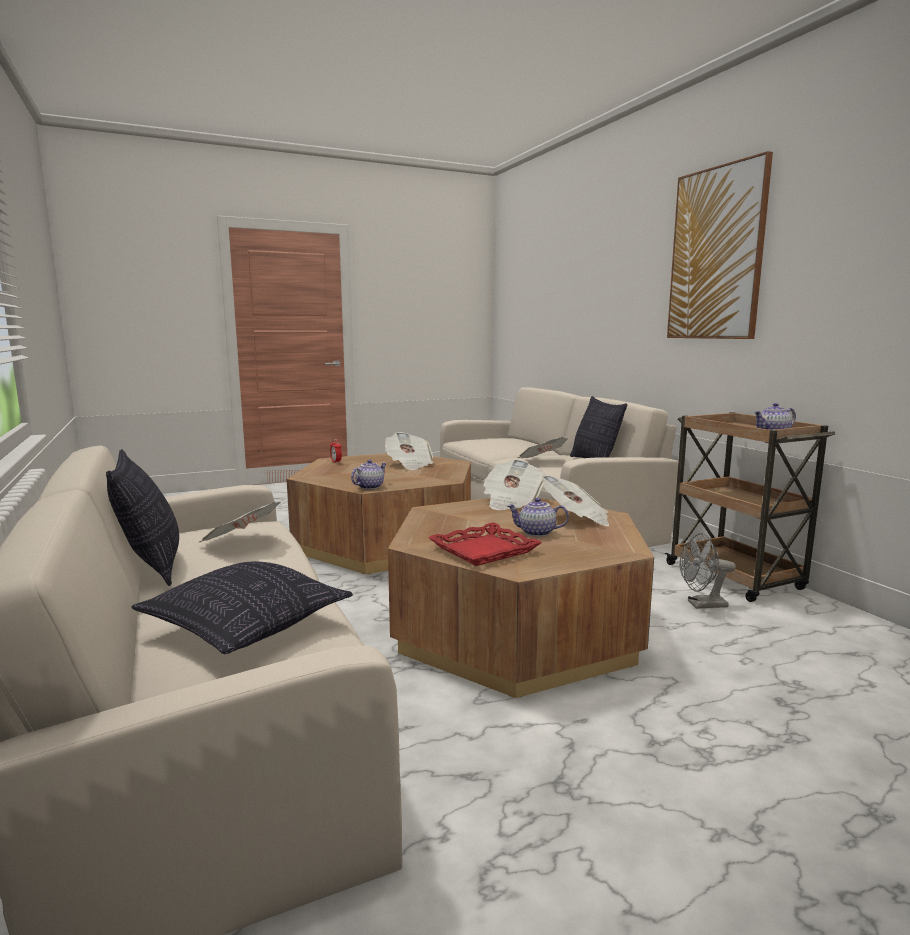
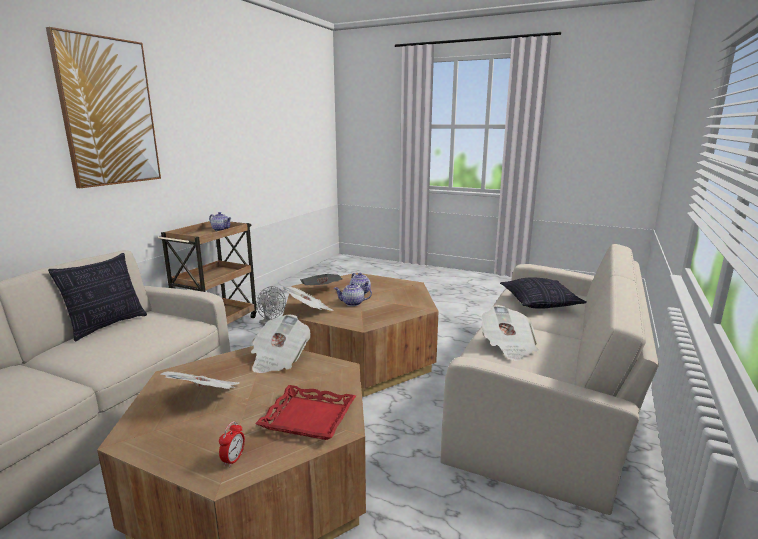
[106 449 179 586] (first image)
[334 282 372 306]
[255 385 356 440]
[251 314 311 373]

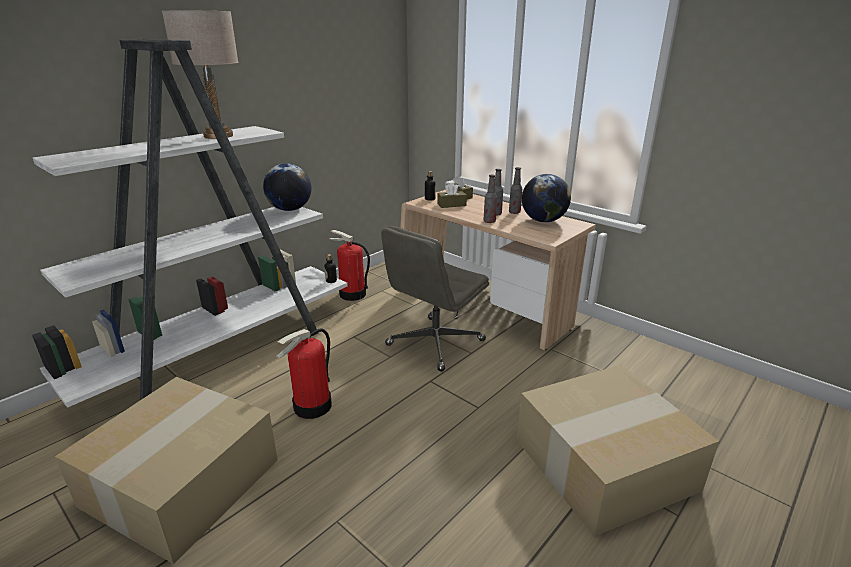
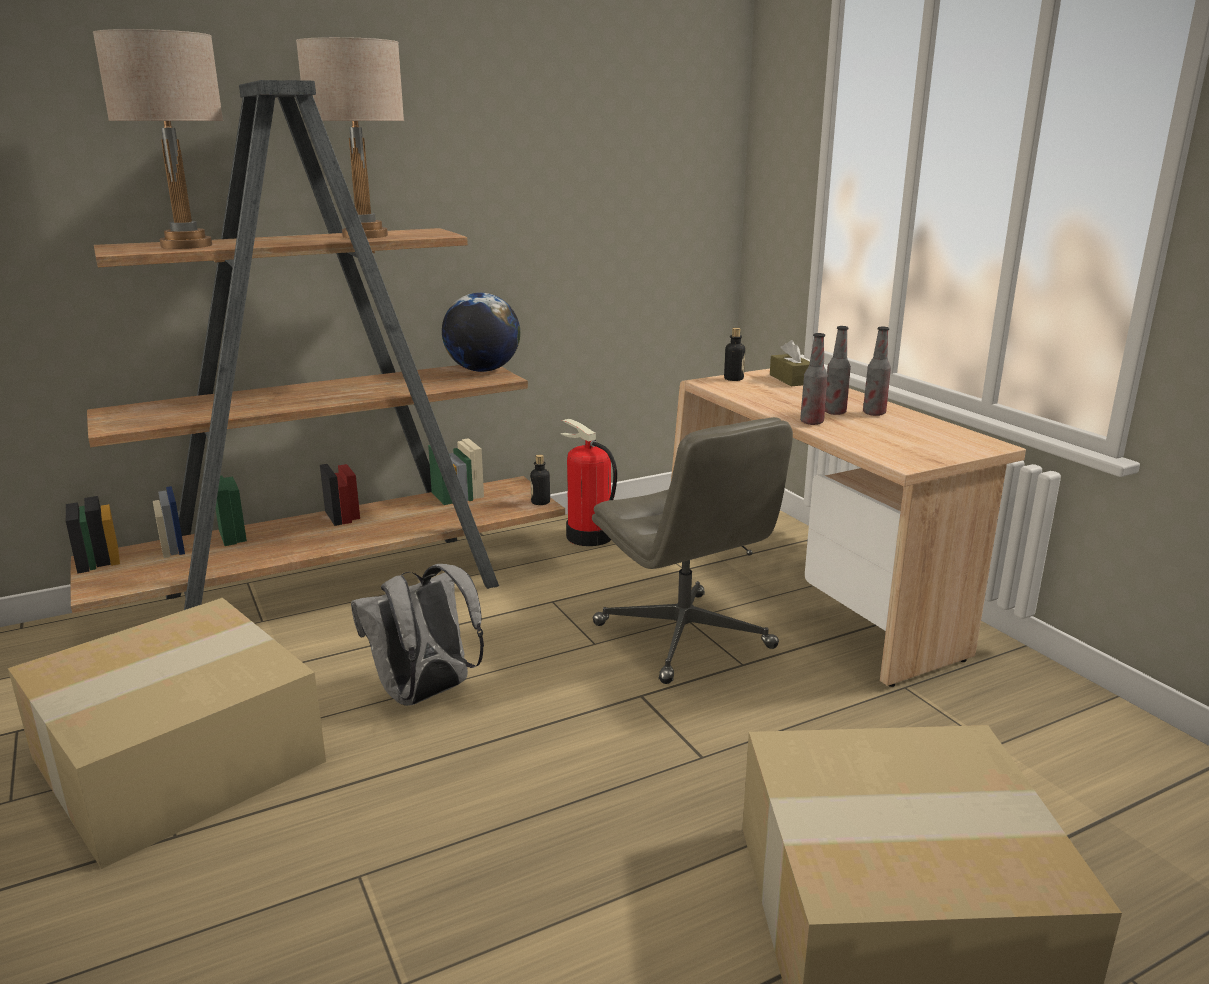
[66 80 565 614]
[351 564 484 706]
[592 417 793 684]
[437 182 467 208] (first image)
[522 174 571 222] (first image)
[93 29 223 249]

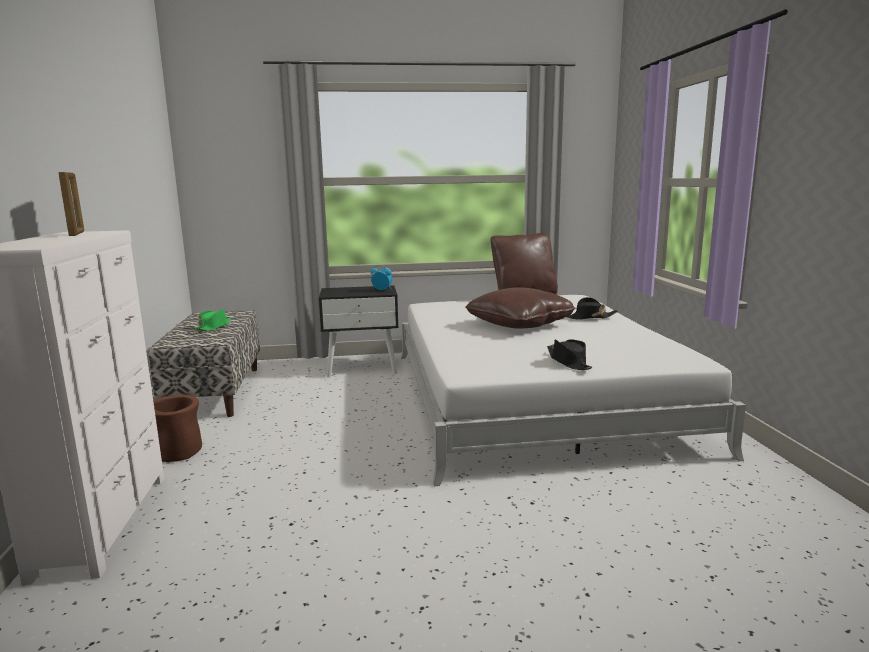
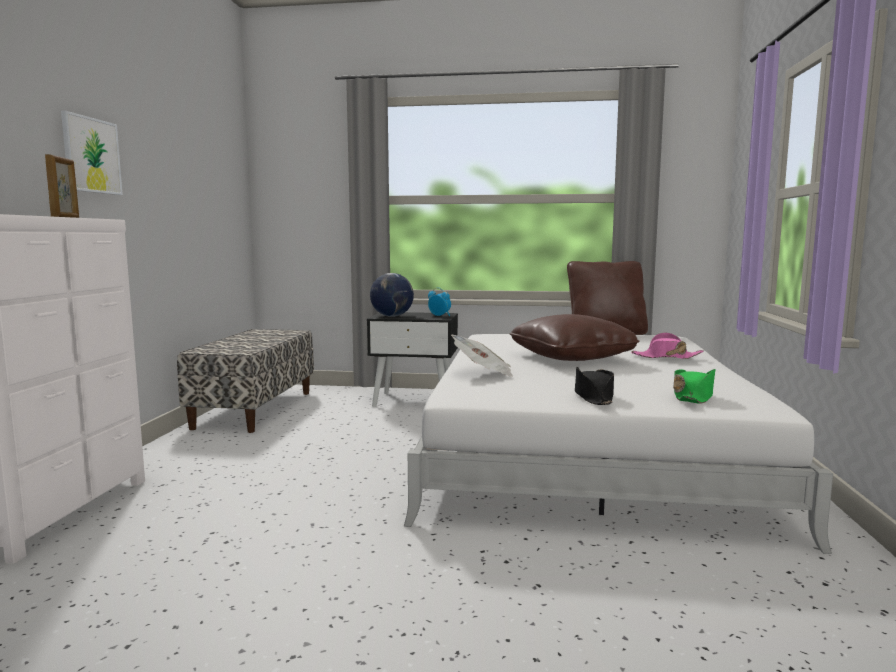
[153 395 202 462] (first image)
[673 369 715 404]
[631 333 704 359]
[61 111 123 195]
[370 273 414 317]
[451 335 513 377]

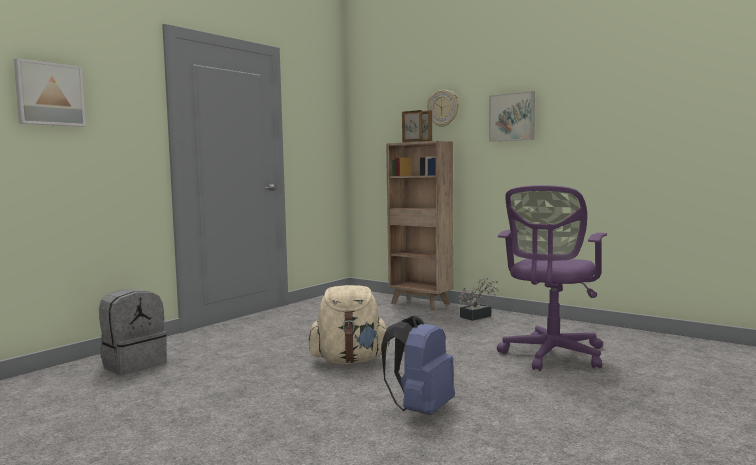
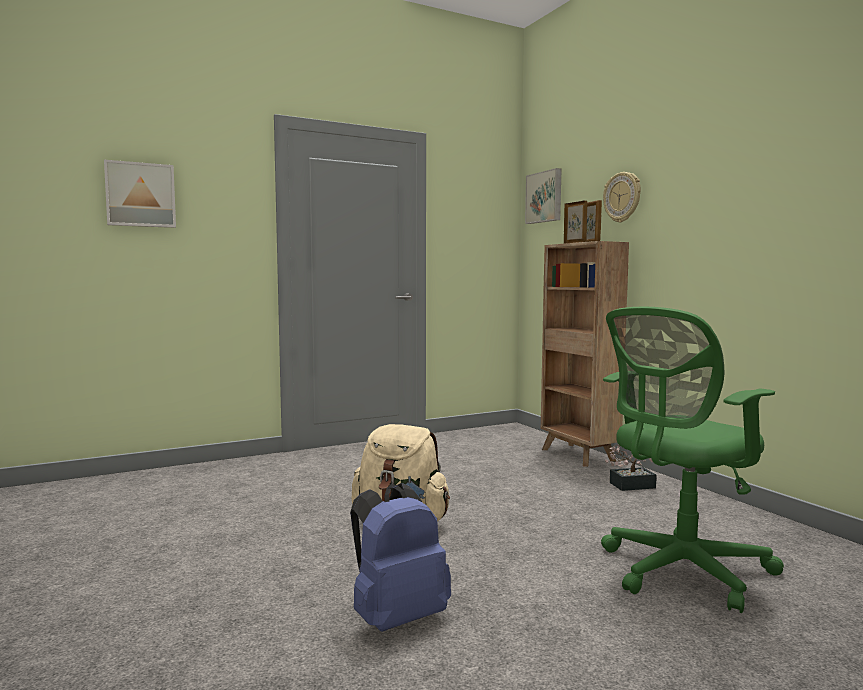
[99 289 167 375] (first image)
[525 168 561 224]
[601 307 784 613]

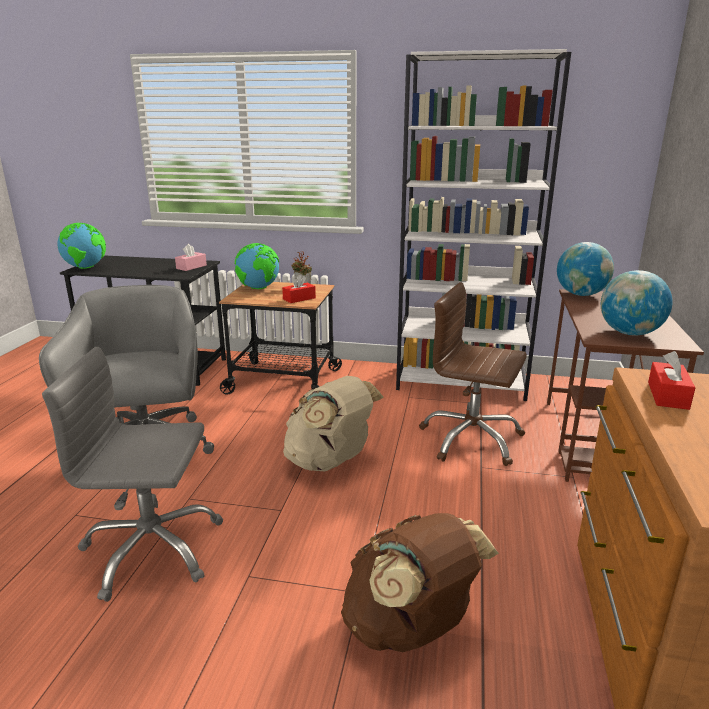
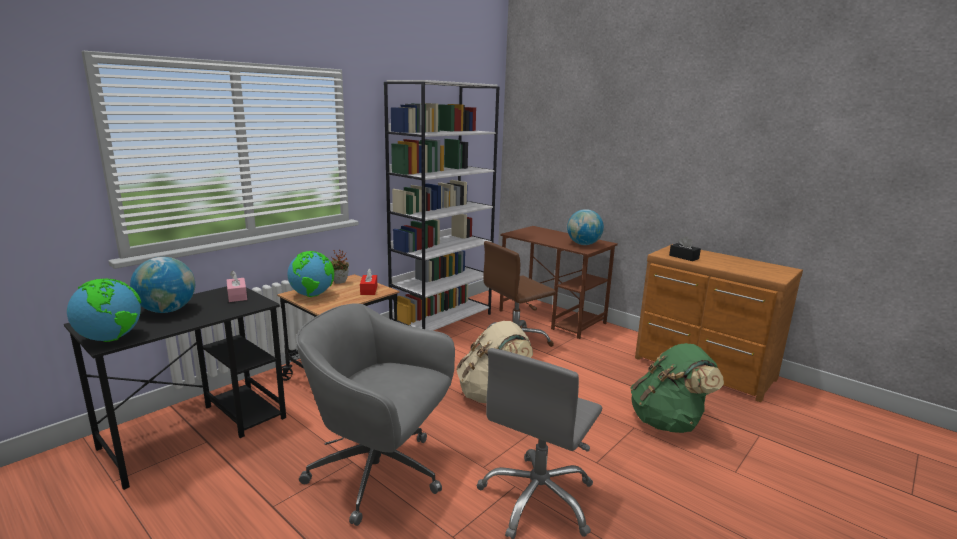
[631 343 724 433]
[130 257 195 313]
[669 236 701 261]

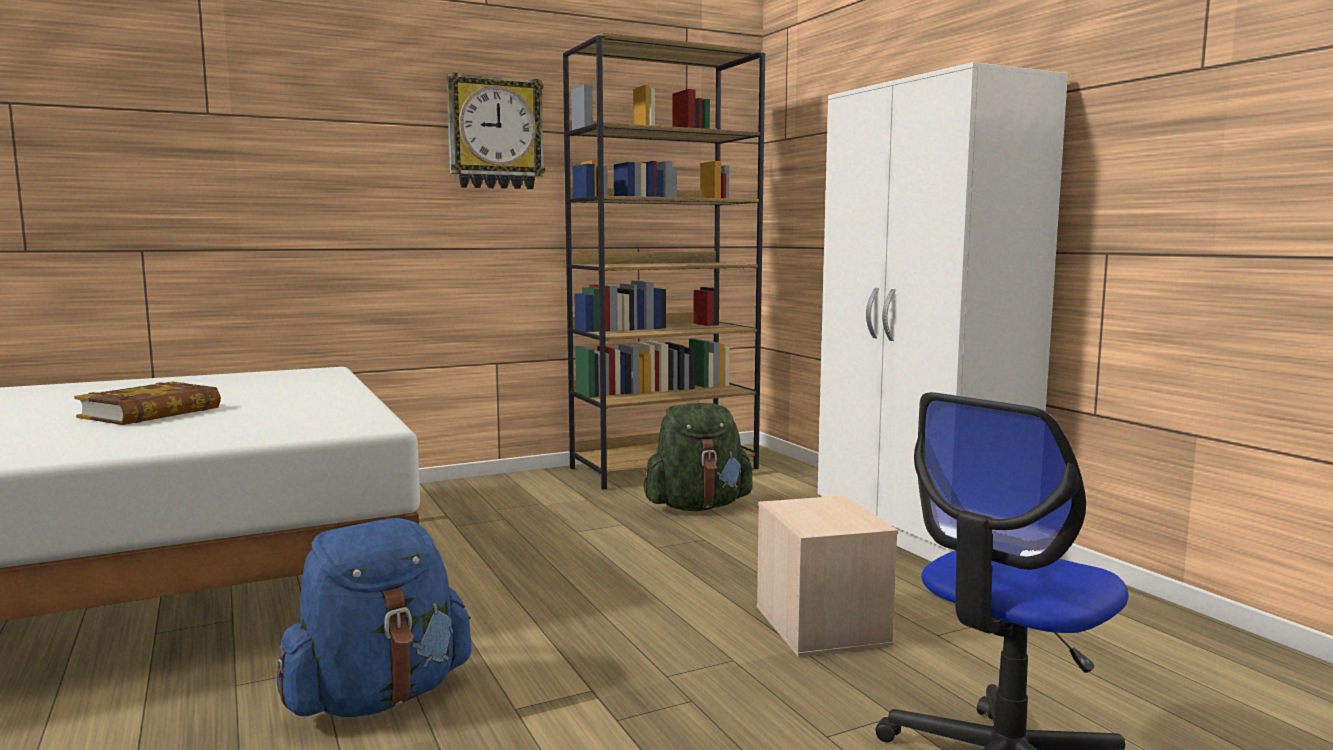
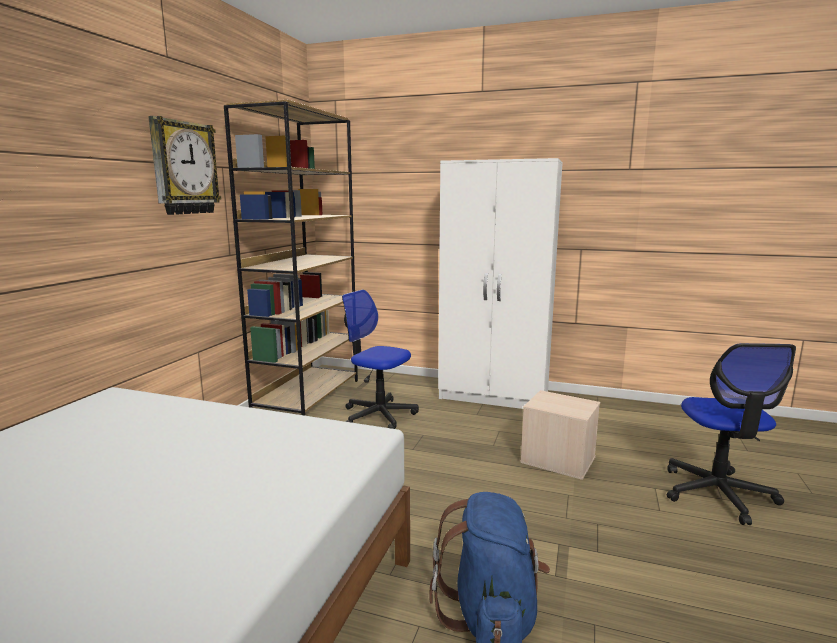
[74 381 221 425] (first image)
[342 290 419 429]

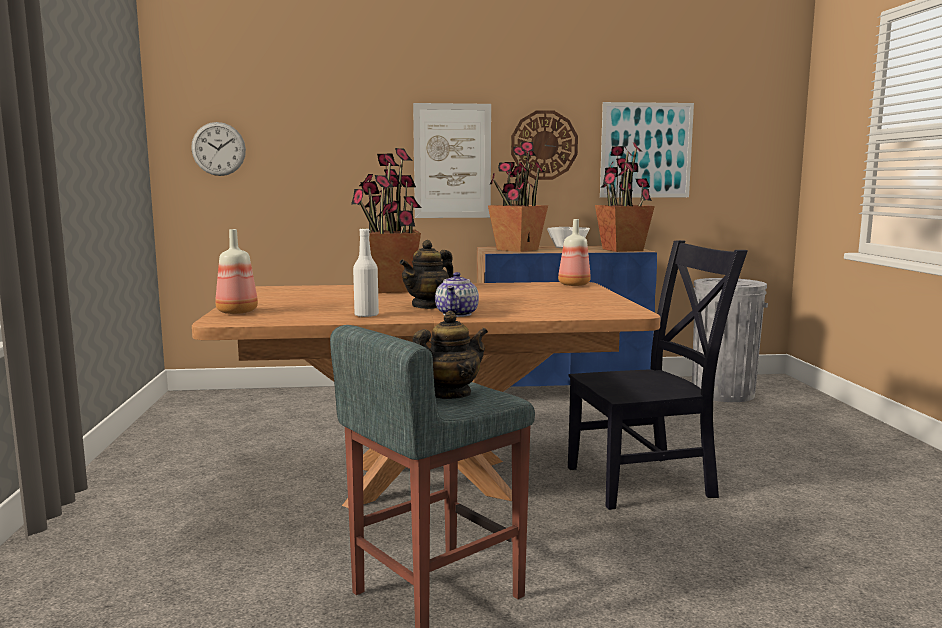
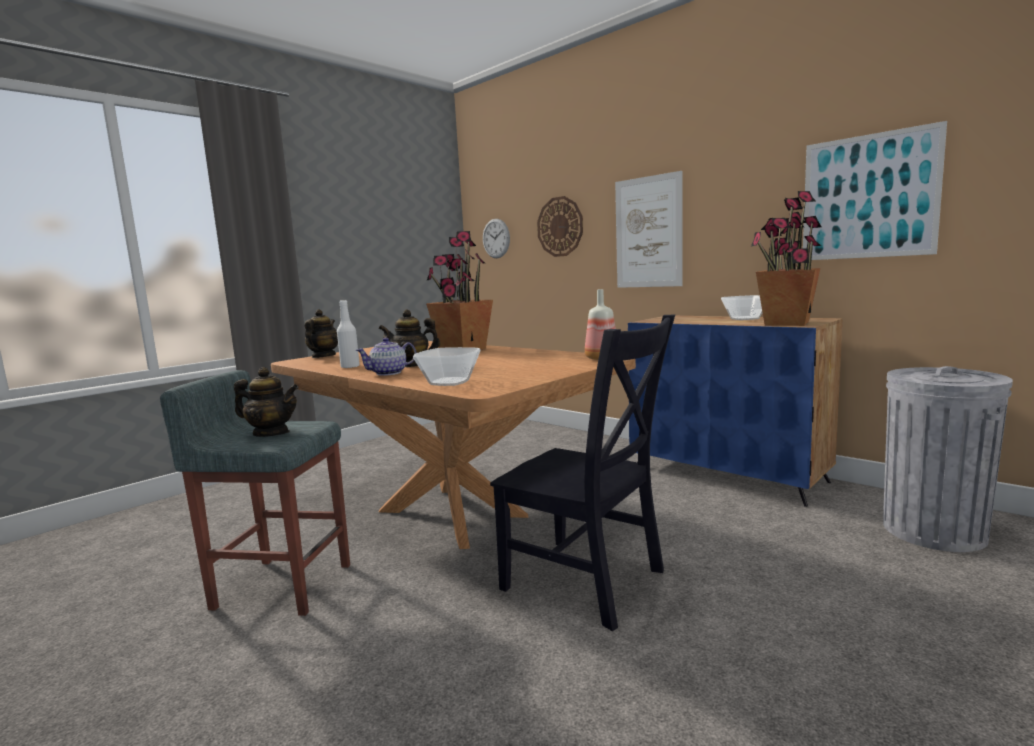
[305 309 338 358]
[488 142 548 252] (first image)
[537 196 583 257]
[413 347 481 386]

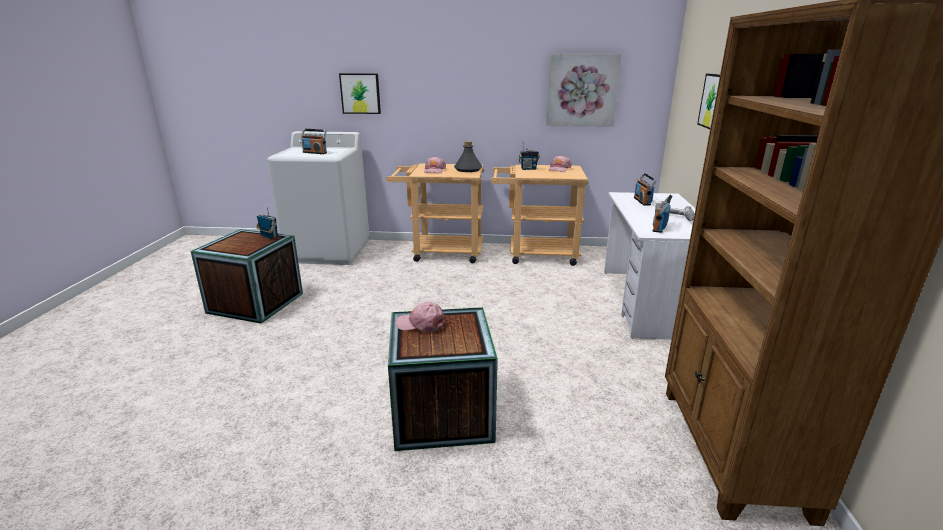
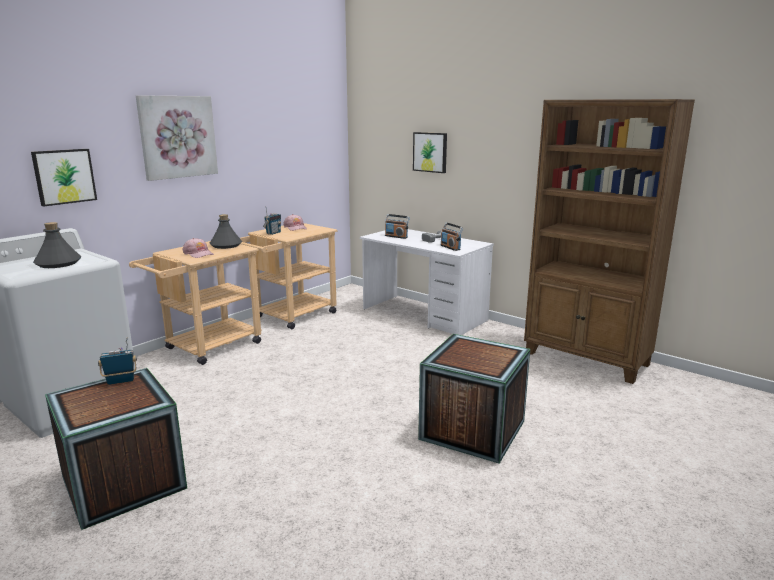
[33 222 81 268]
[396 302 446 332] (first image)
[136 95 218 181]

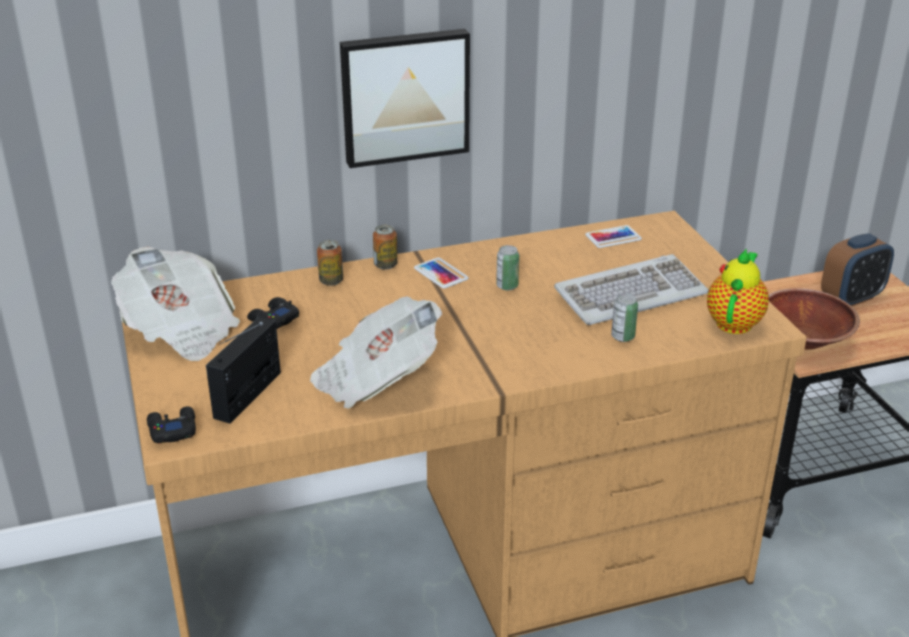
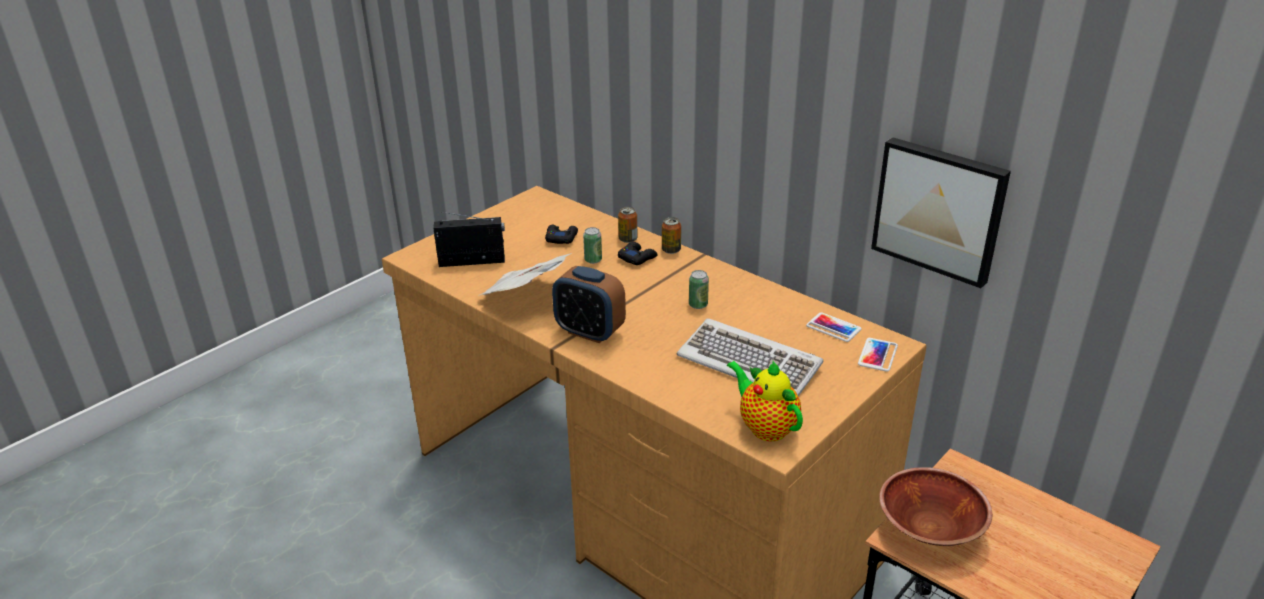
[111 246 240 361] (first image)
[618 242 658 265]
[871 137 1011 288]
[858 338 898 372]
[583 227 602 264]
[727 361 803 441]
[552 266 626 343]

